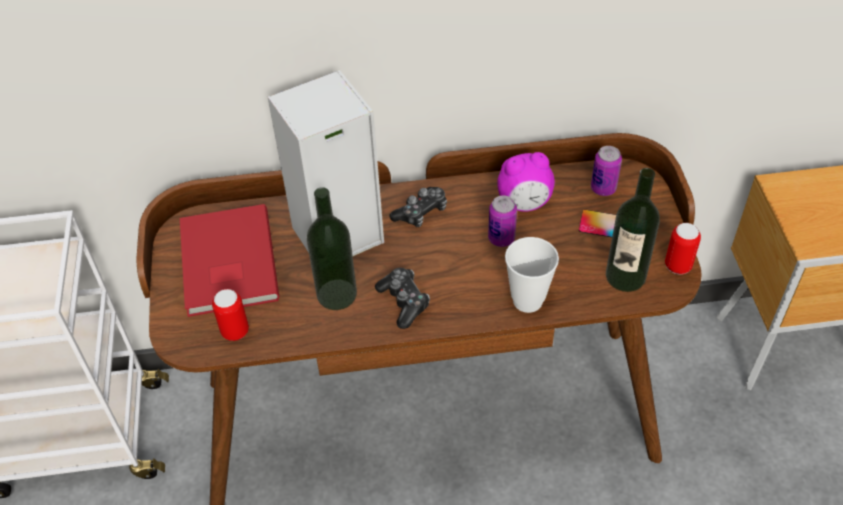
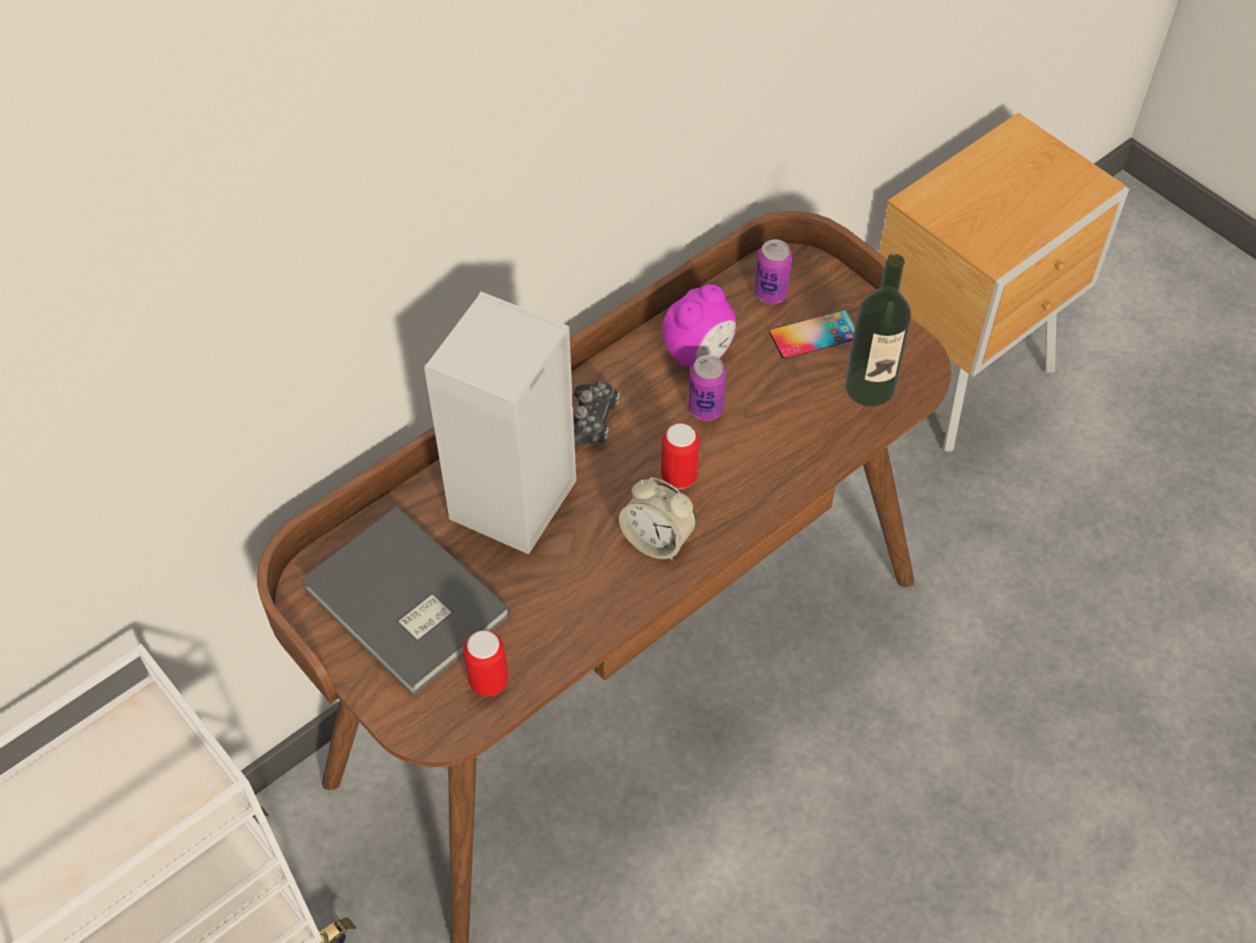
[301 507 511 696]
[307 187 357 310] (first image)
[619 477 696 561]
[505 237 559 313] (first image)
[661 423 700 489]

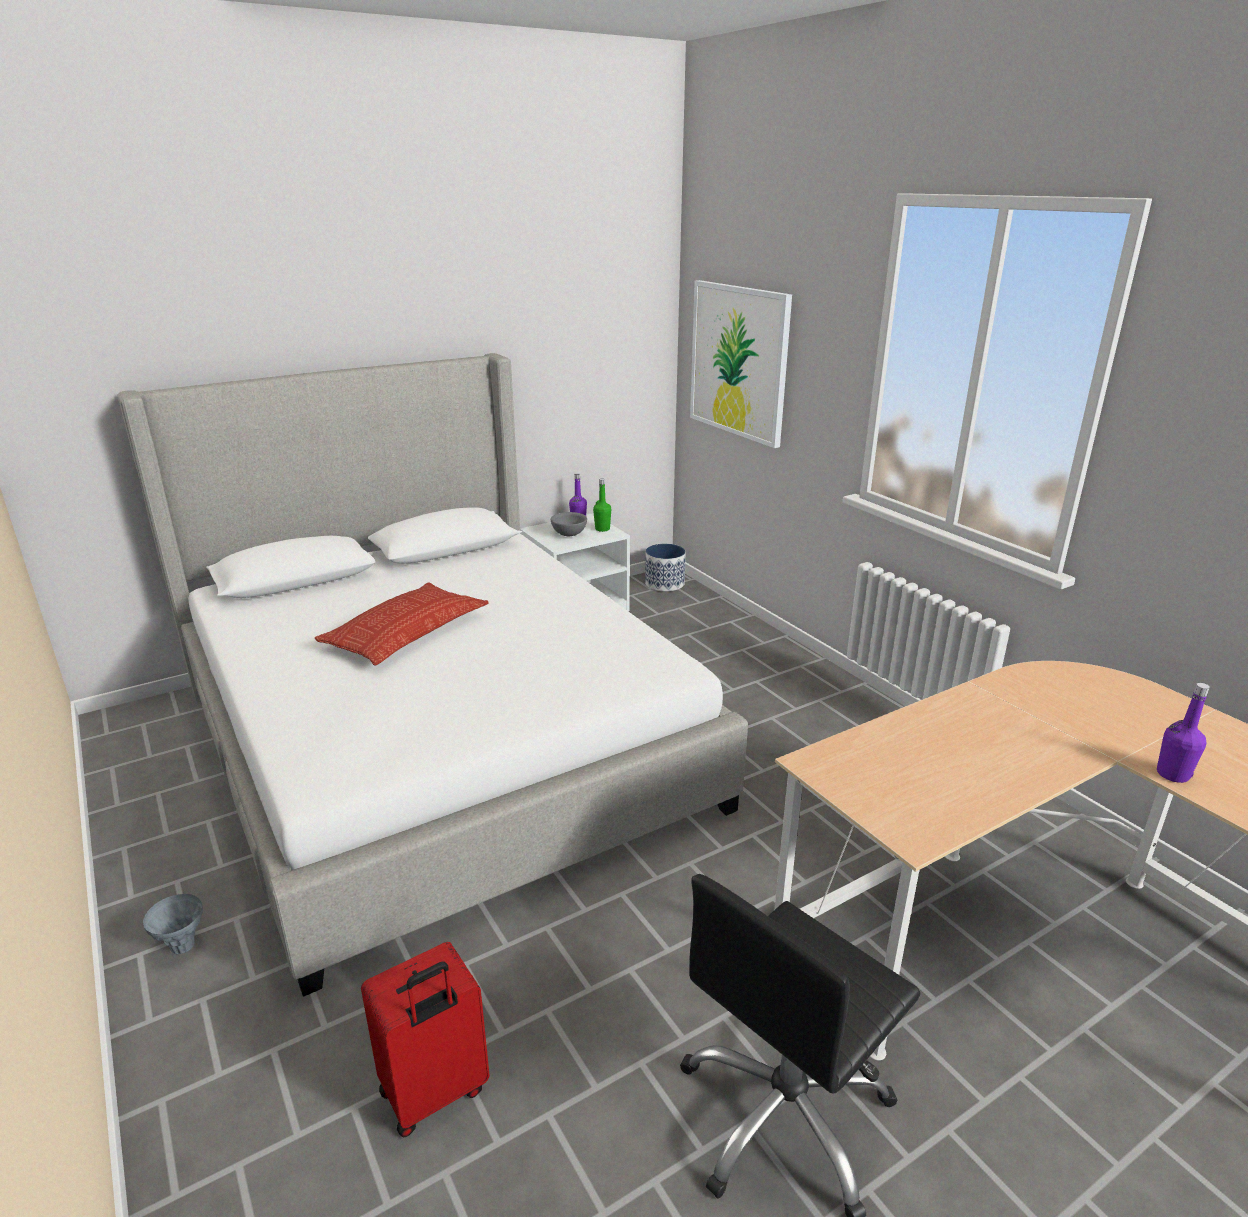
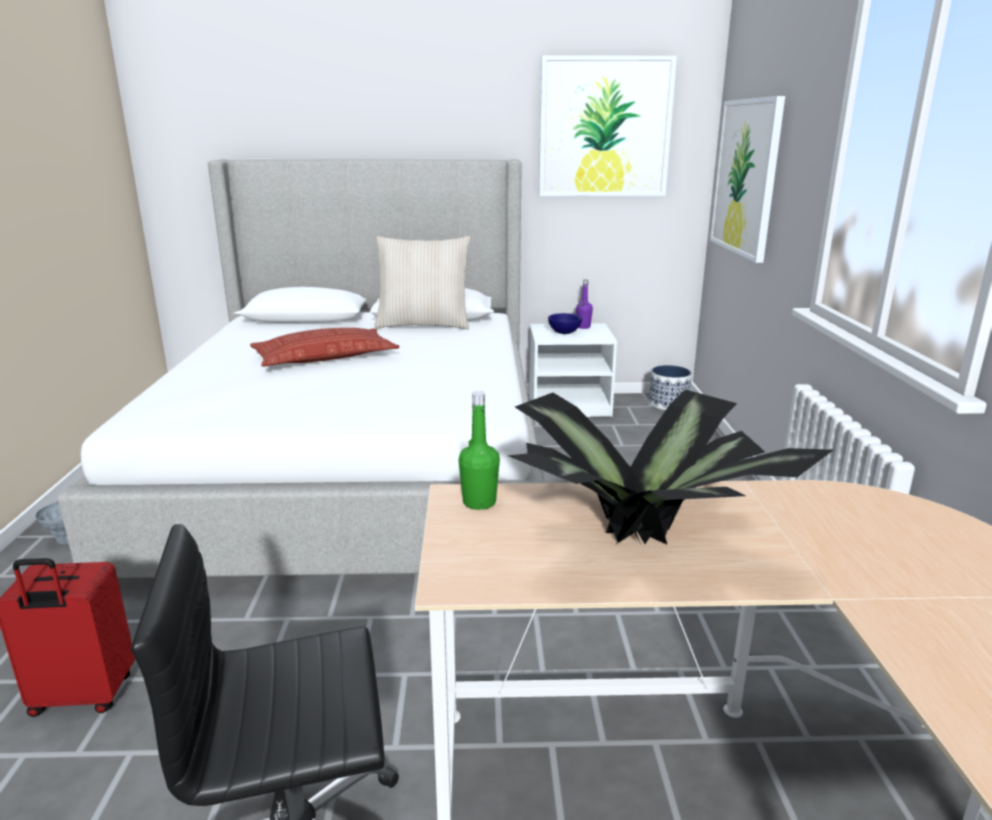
[548 313 582 334]
[458 391 500 510]
[1157 683 1210 783] (first image)
[374 236 470 329]
[509 390 833 544]
[539 55 677 196]

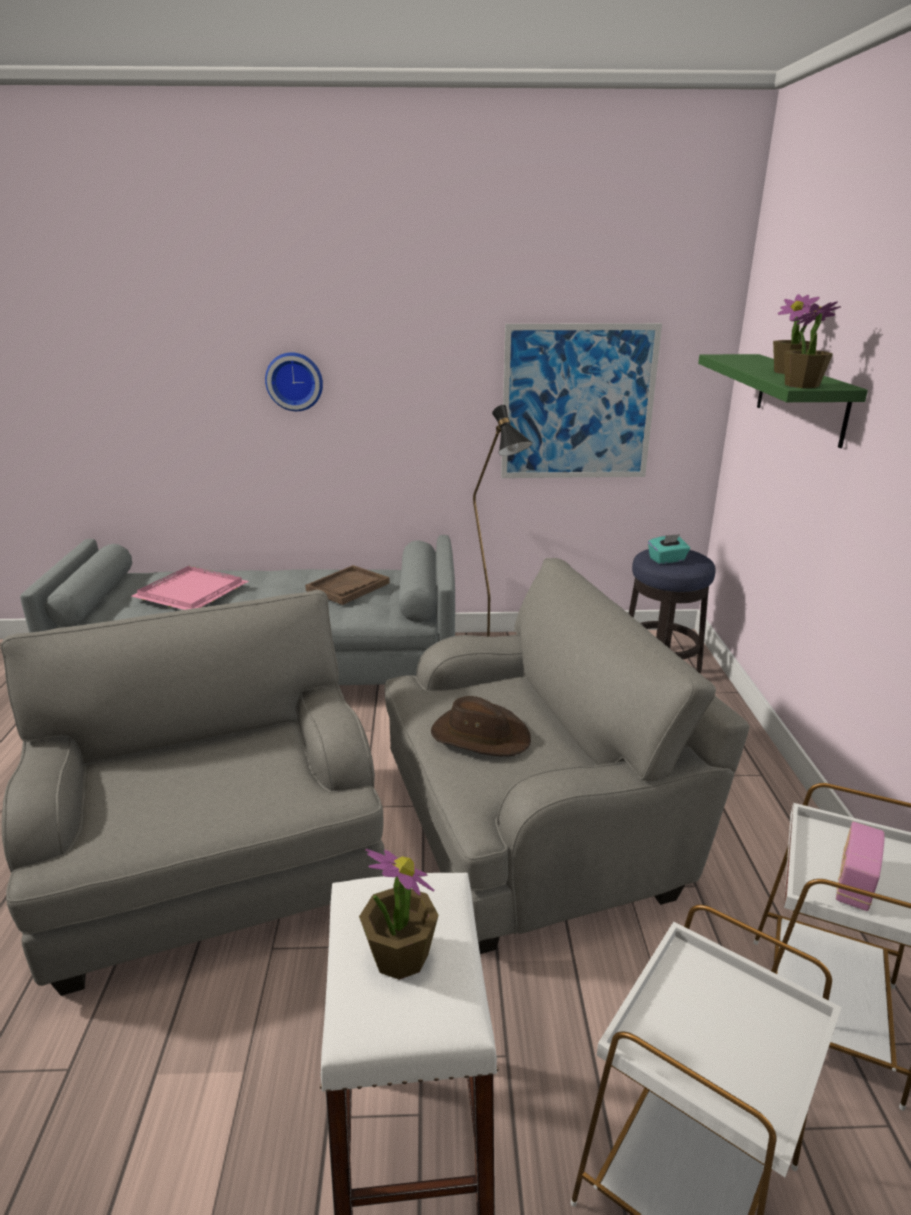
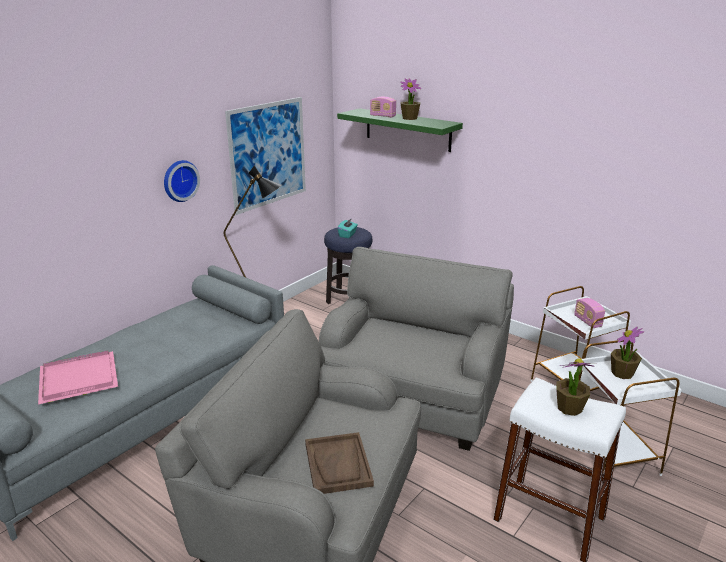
[164 160 200 202]
[305 432 374 494]
[431 696 531 756] (first image)
[611 327 644 379]
[370 97 396 118]

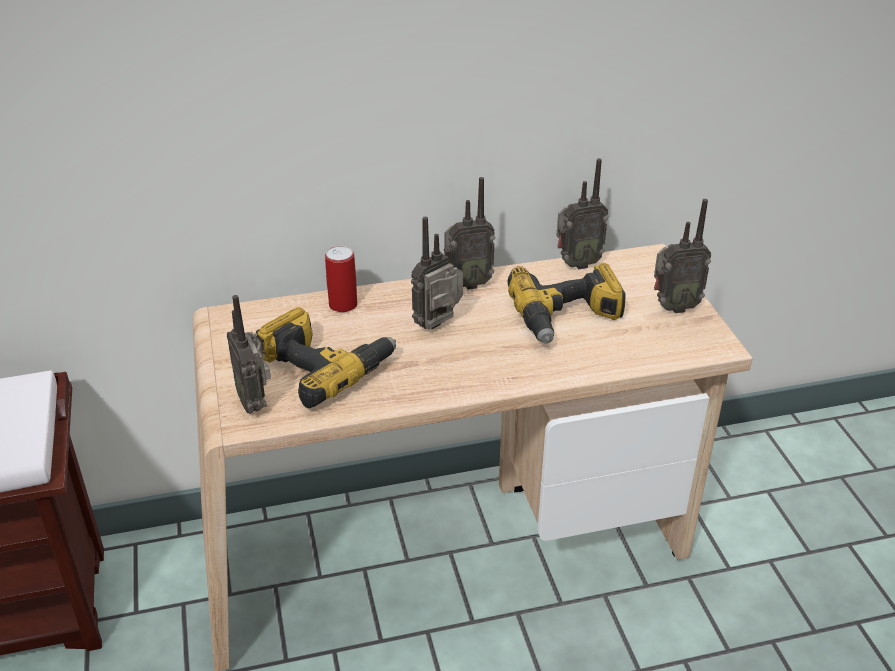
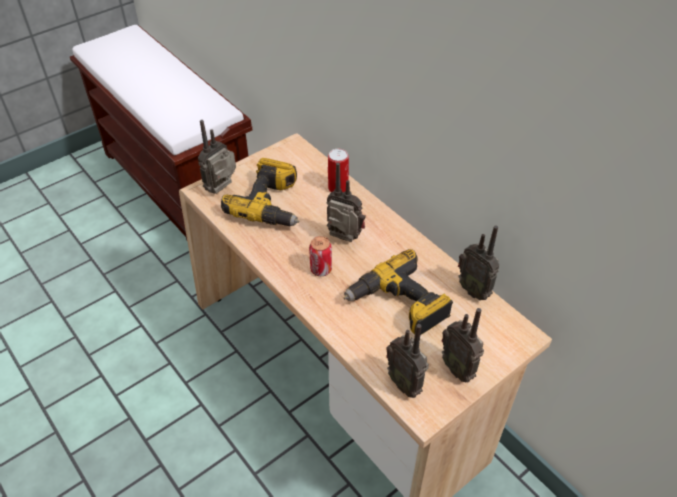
[386 324 429 398]
[309 236 332 276]

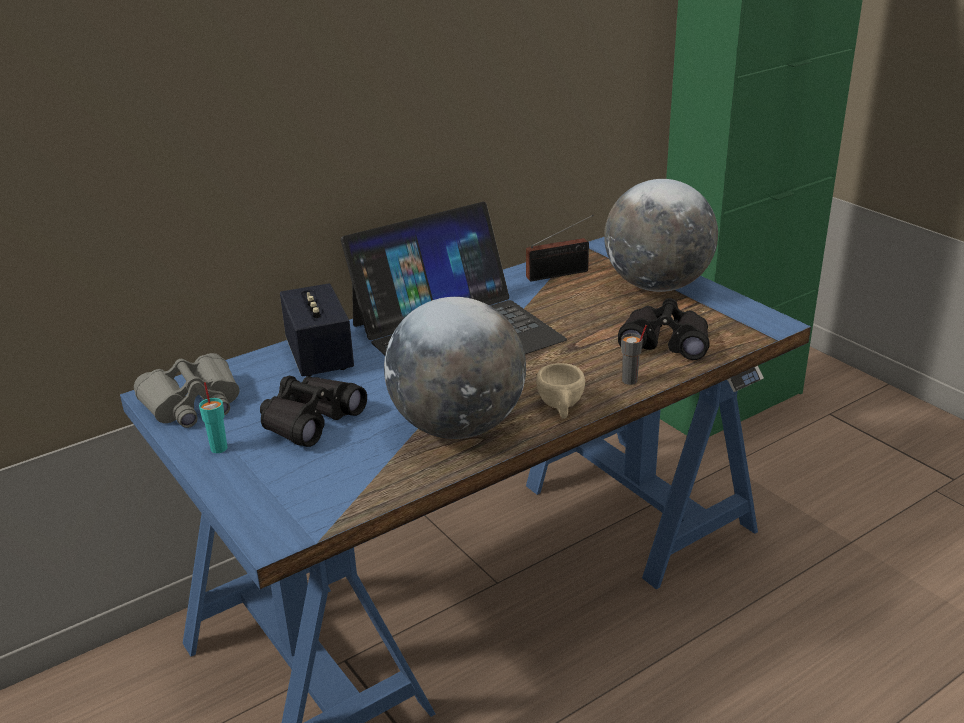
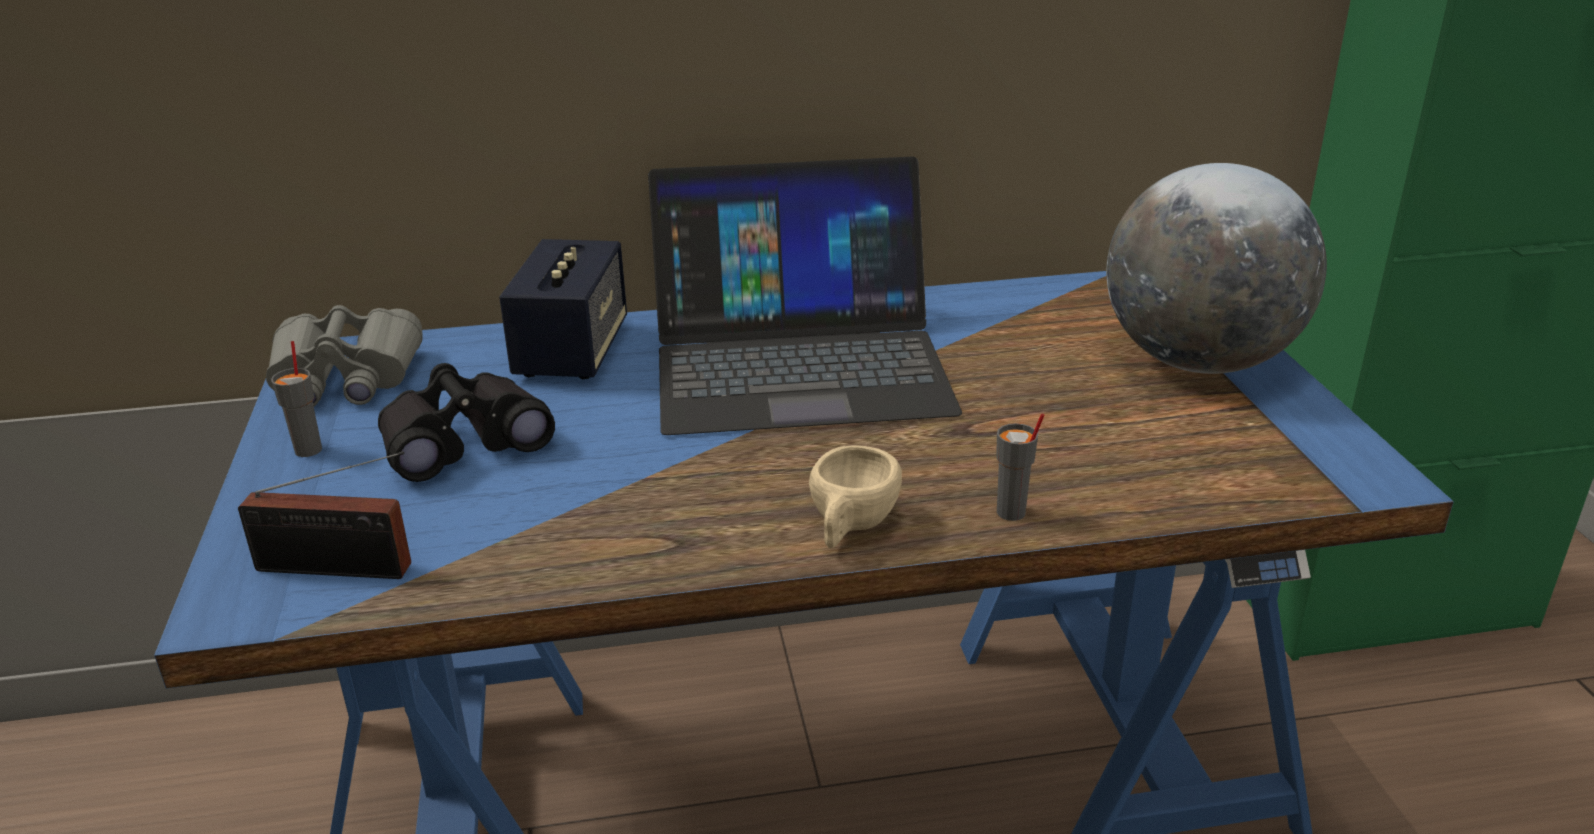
[271 341 322 457]
[384 297 526 439] (first image)
[238 451 411 579]
[618 298 710 360] (first image)

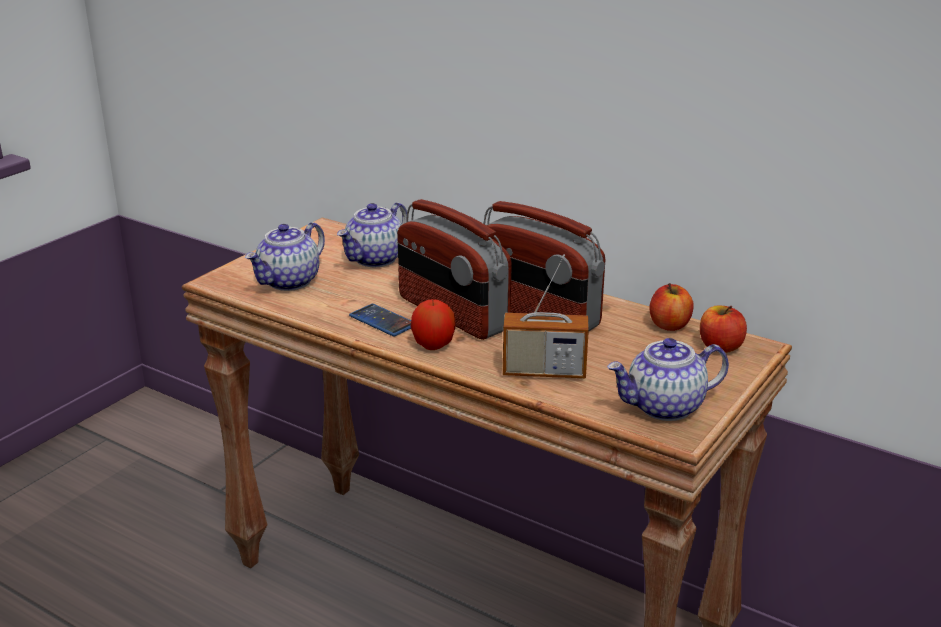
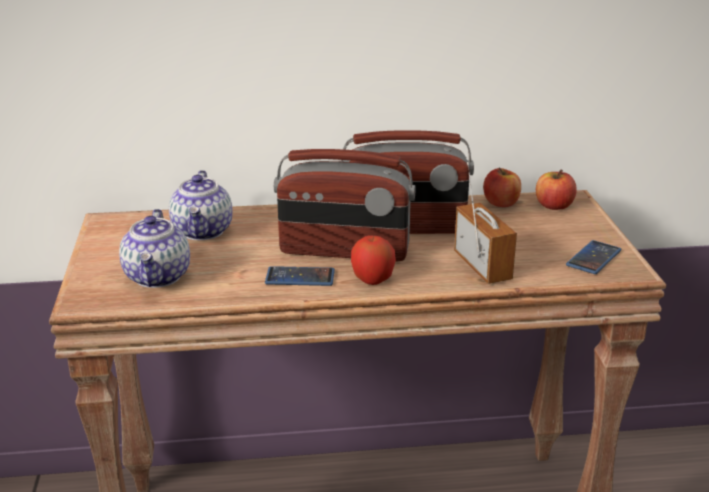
[454 162 517 284]
[566 240 621 274]

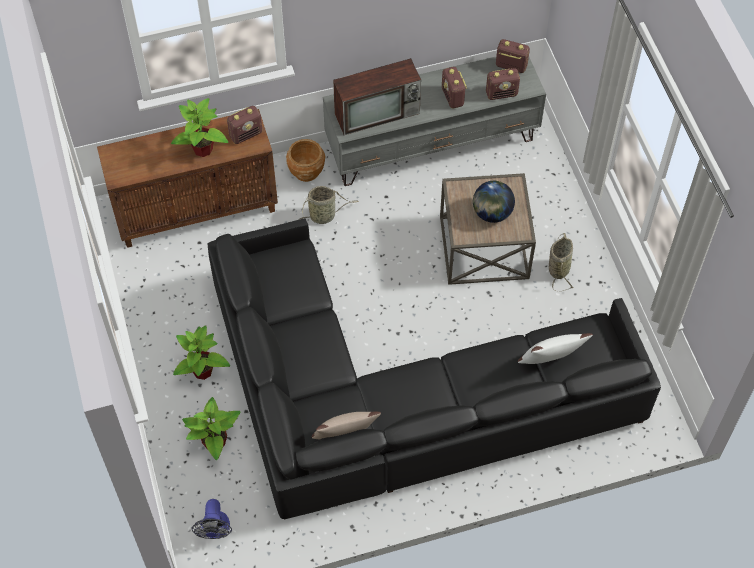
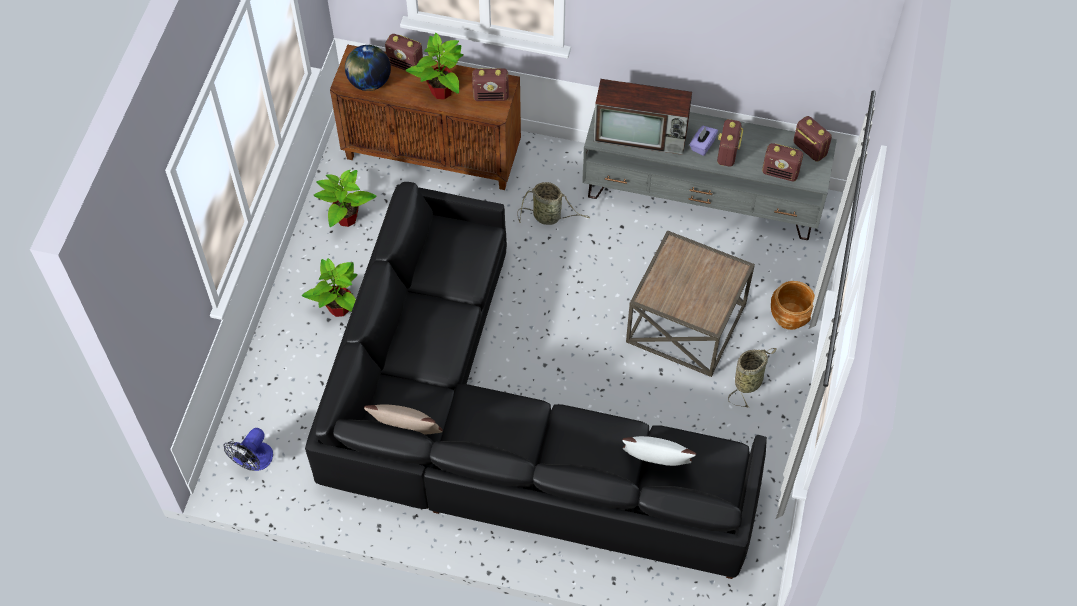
[313 170 377 227]
[771 281 815 330]
[345 45 391 91]
[385 34 423 71]
[690 126 718 156]

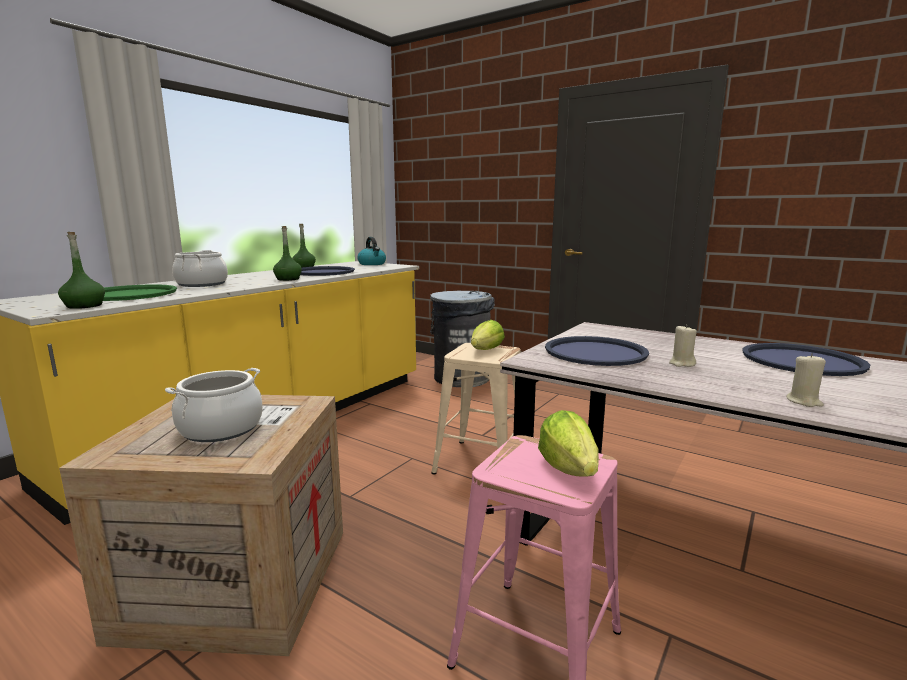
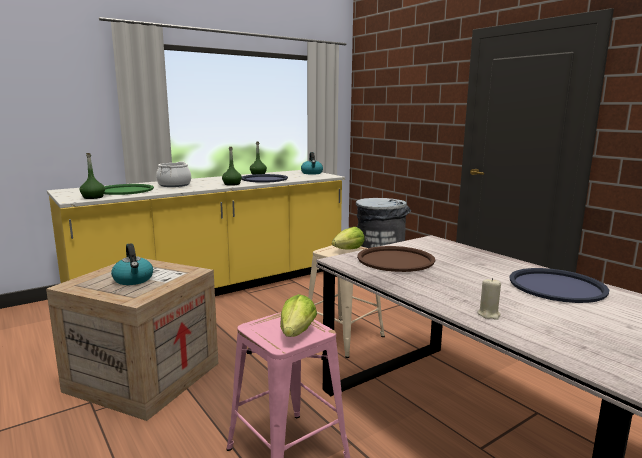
[111 243 153 285]
[357 246 435 272]
[669 325 697 367] (first image)

